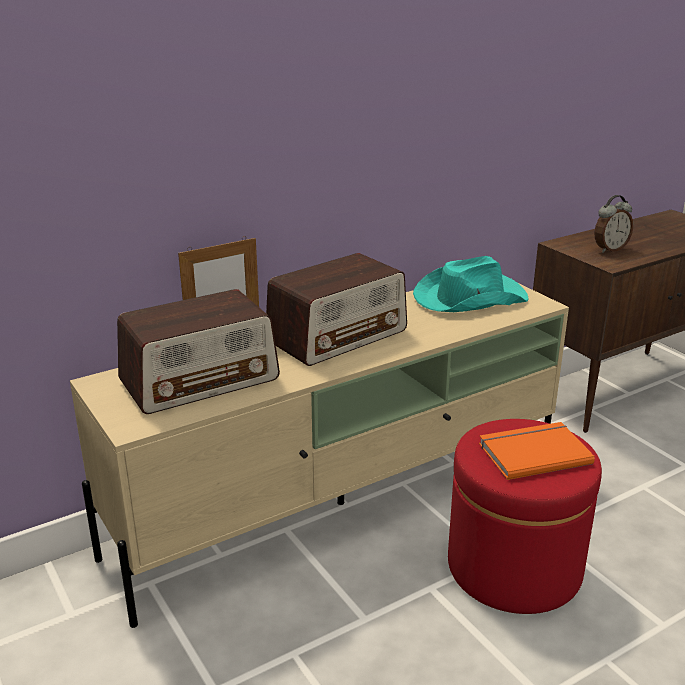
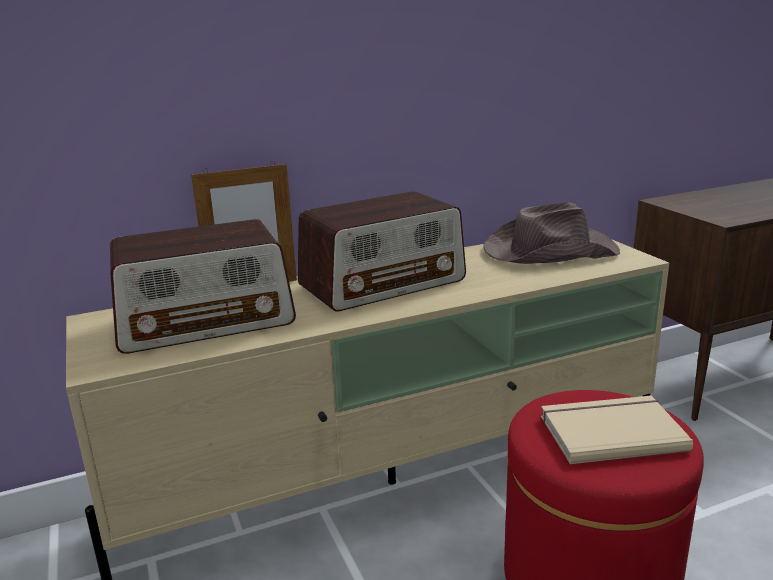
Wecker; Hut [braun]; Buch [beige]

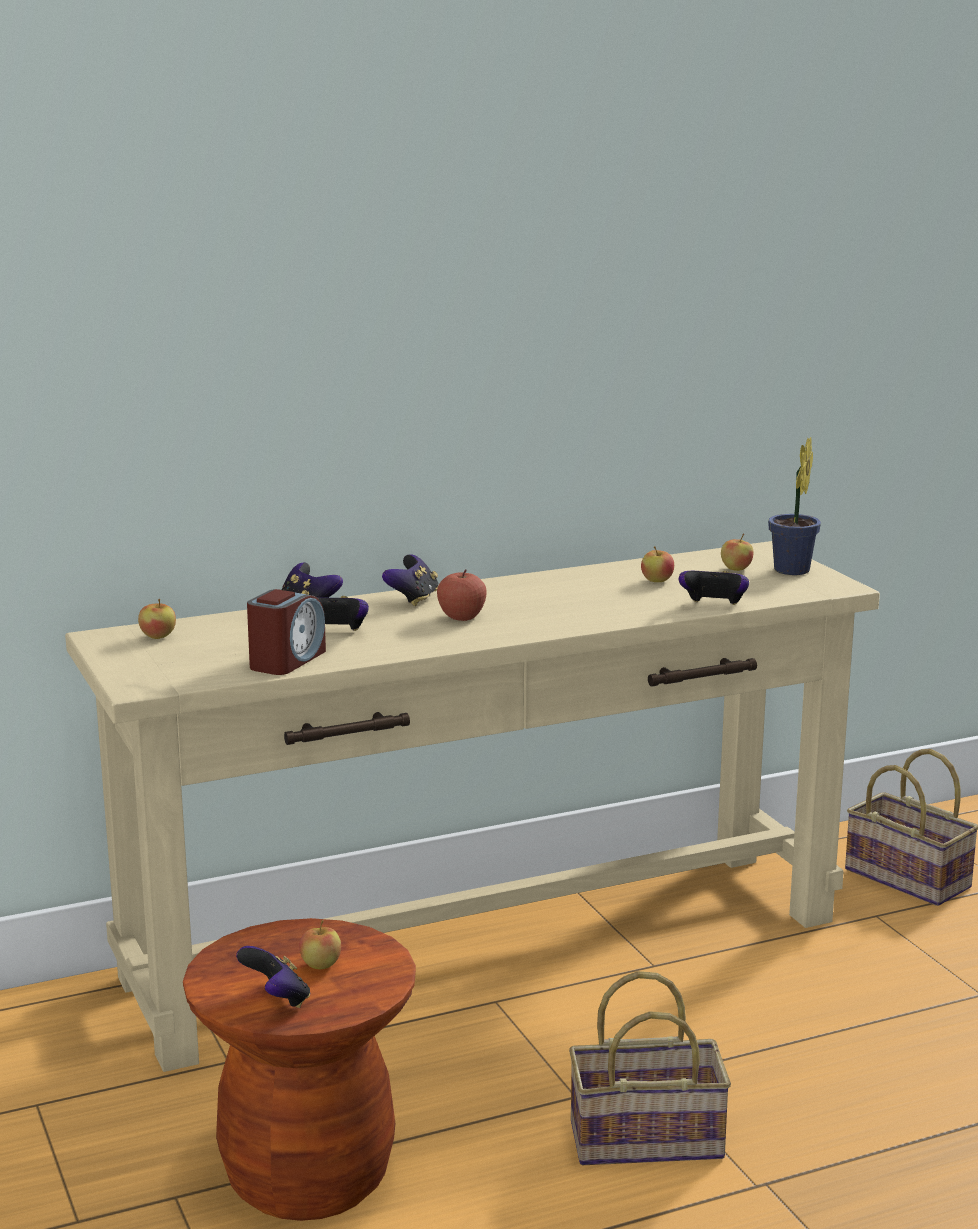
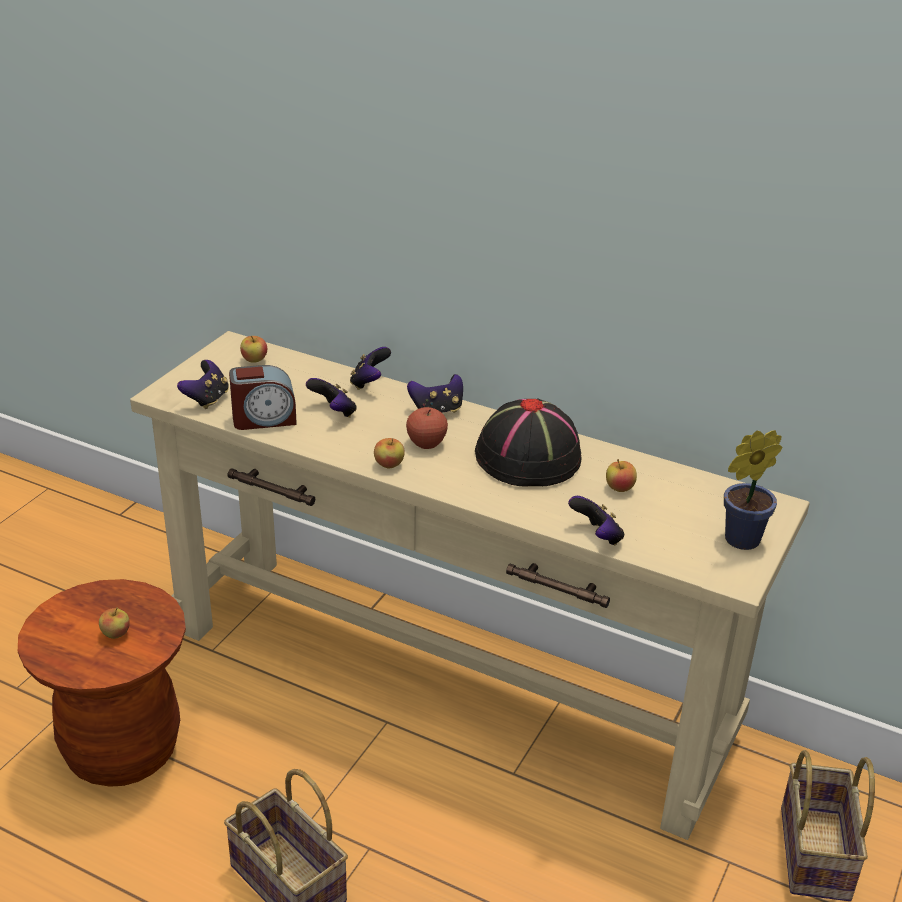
Apfel (no. 3 from left); Gamepad (no. 1 from left); Hut [schwarz]

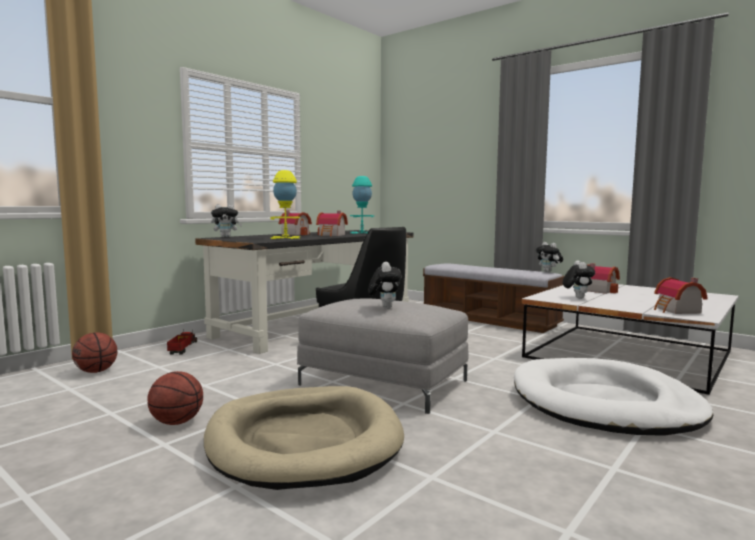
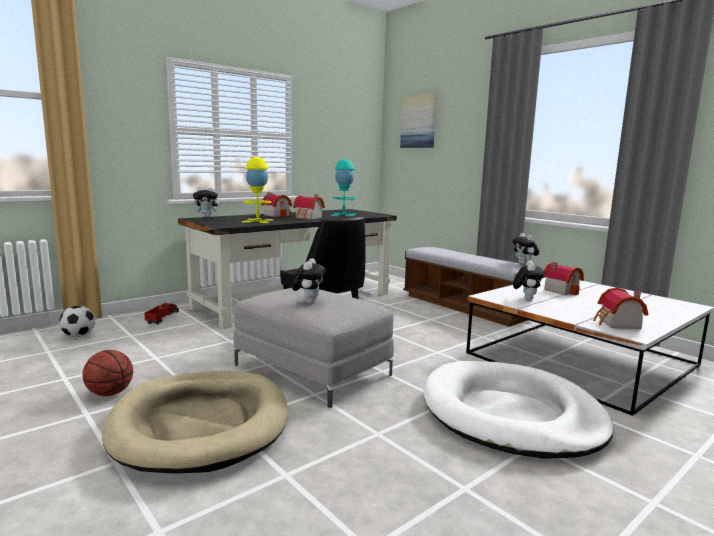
Fußball; Bild

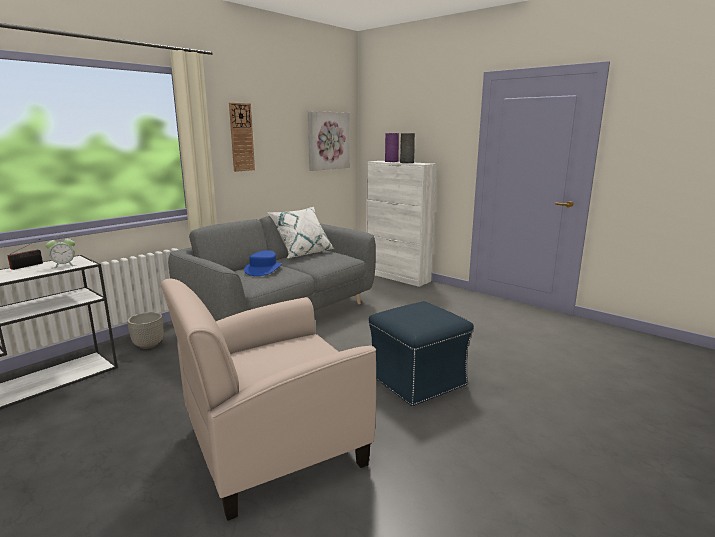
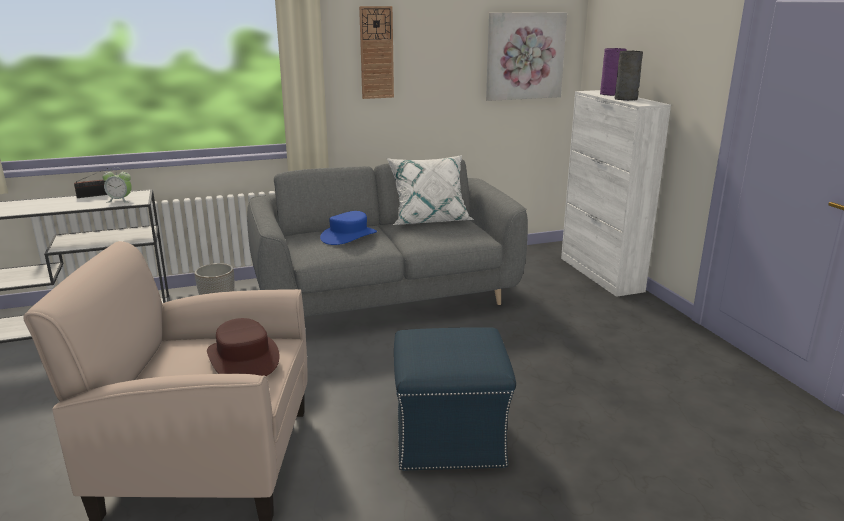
Hut [braun]

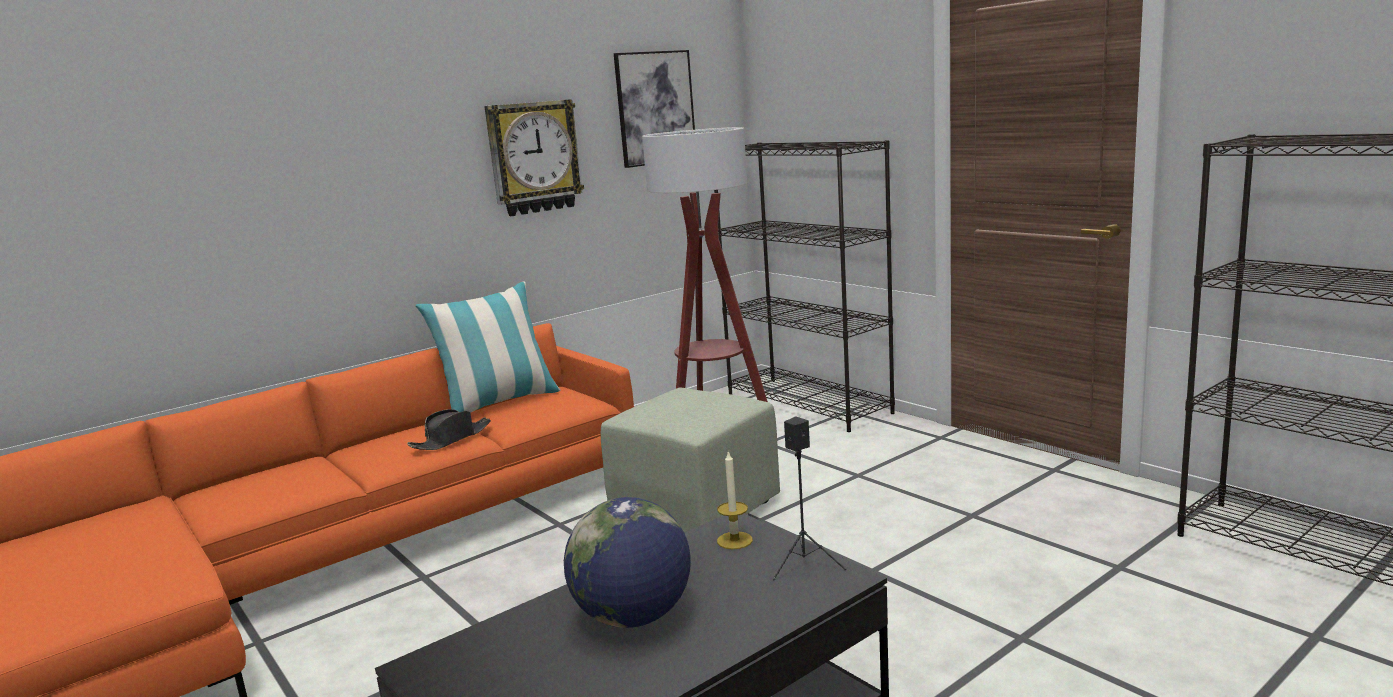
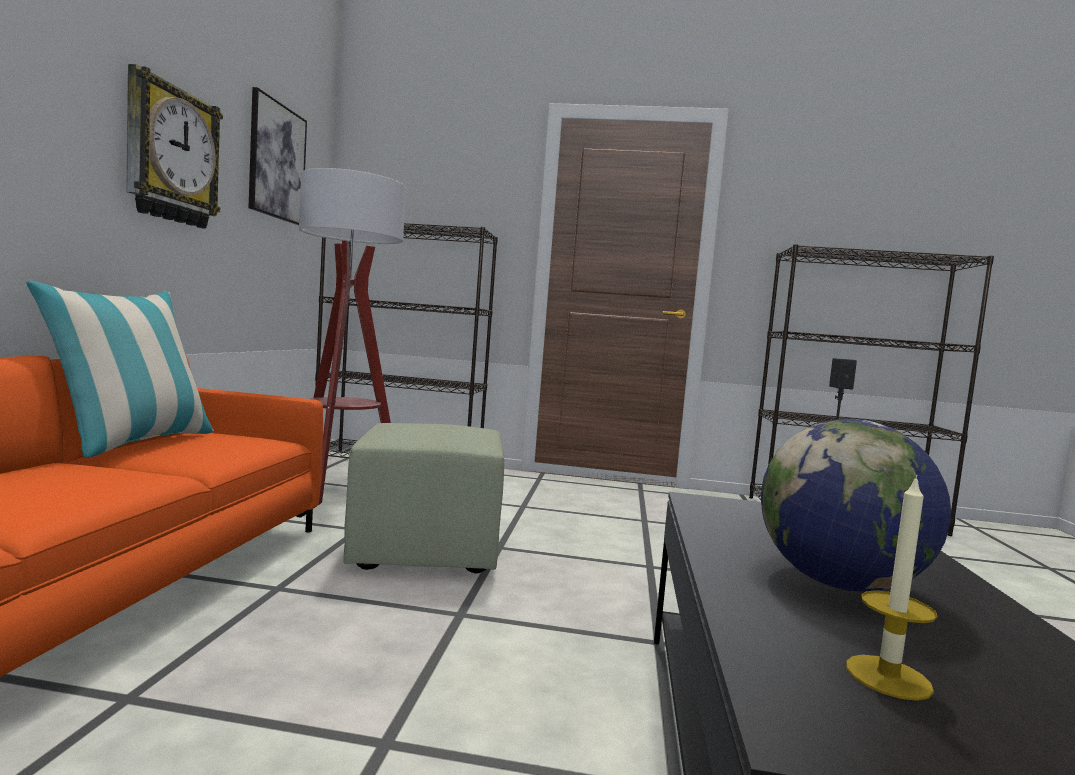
Hut [schwarz]; Kerze

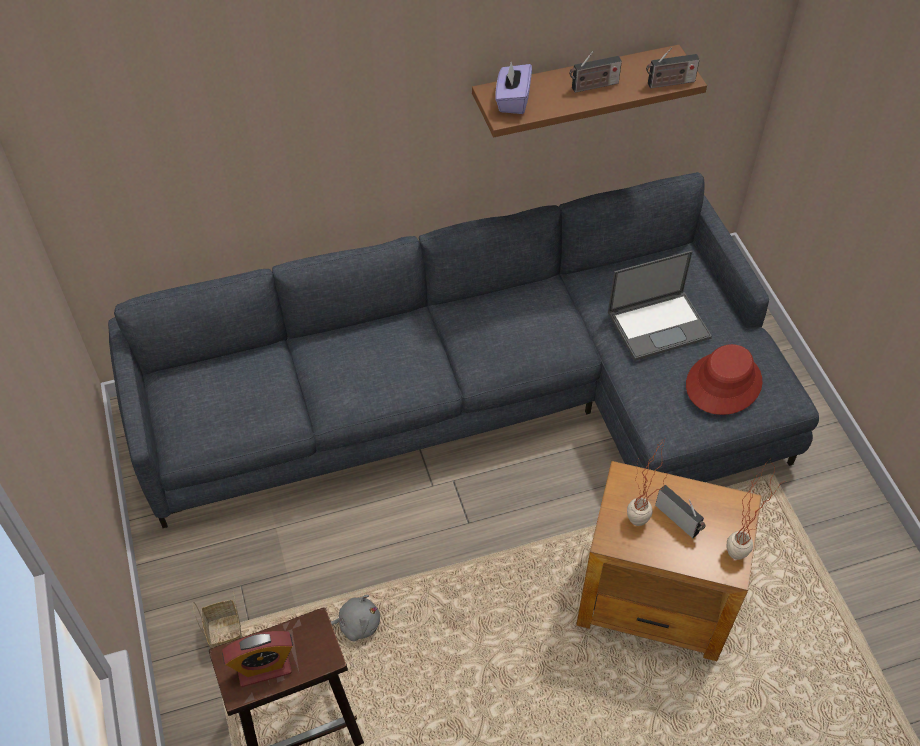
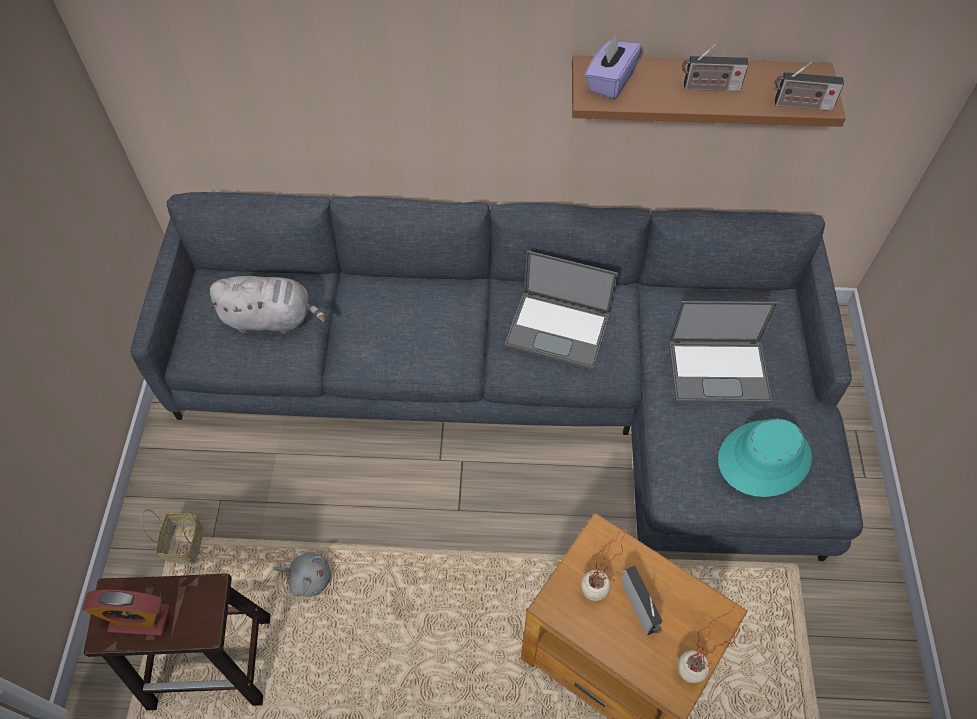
Hut [türkis]; Laptop (no. 1 from left); Plüschtier [grau] (no. 1 from left)

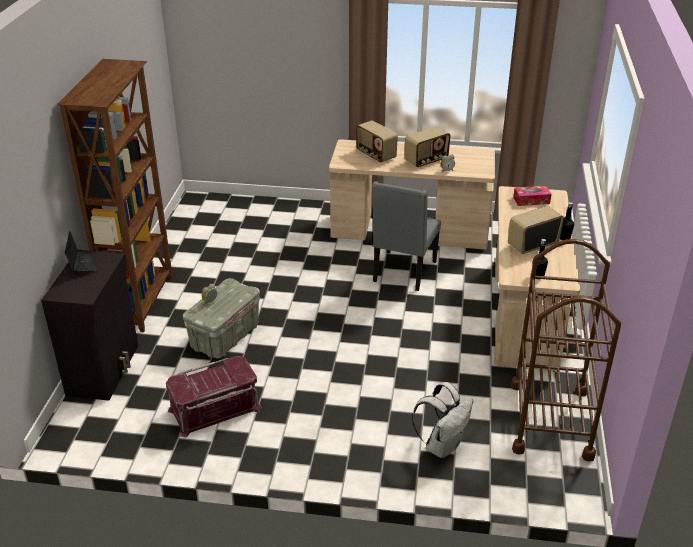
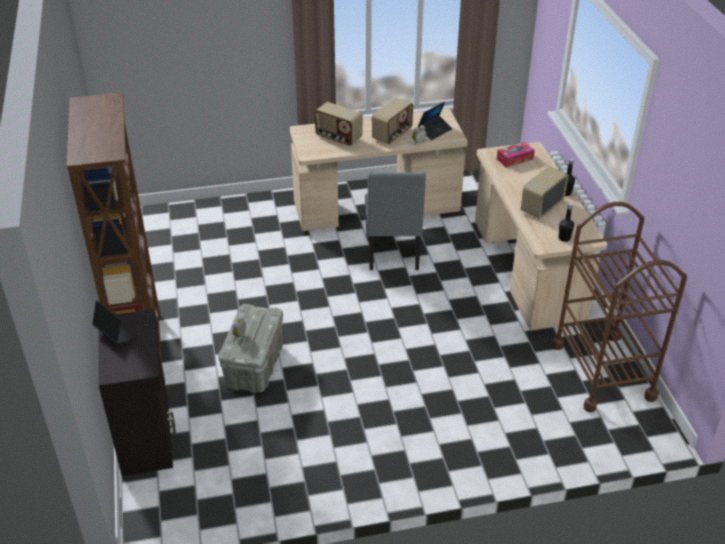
Aufbewahrungsbox [rot]; Rucksack [weiß]; Laptop (no. 2 from left)

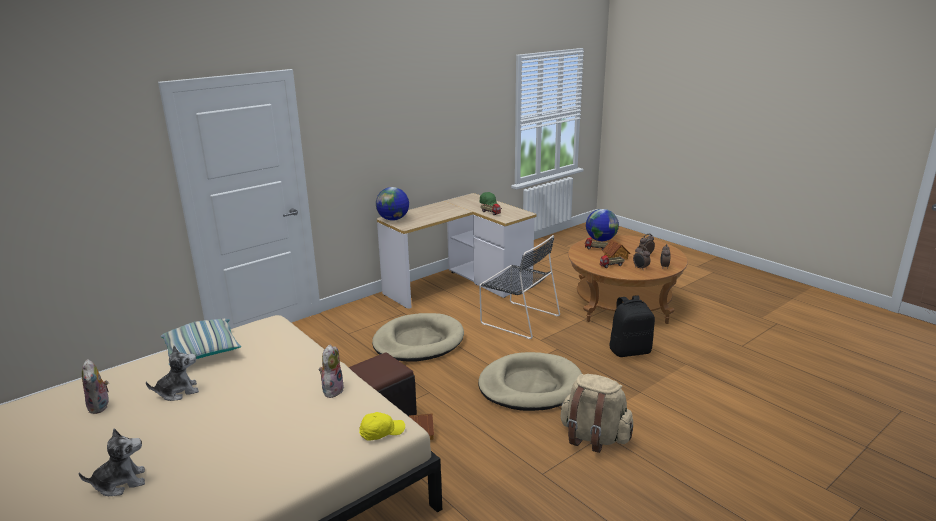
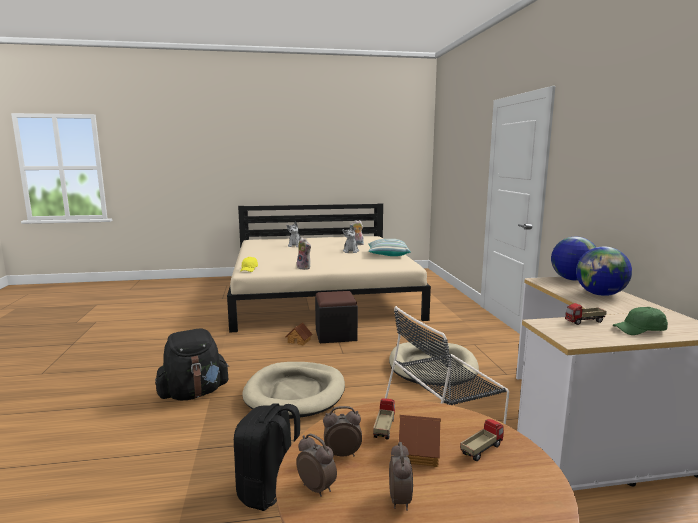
Globus (no. 2 from left); Rucksack [schwarz] (no. 1 from left)

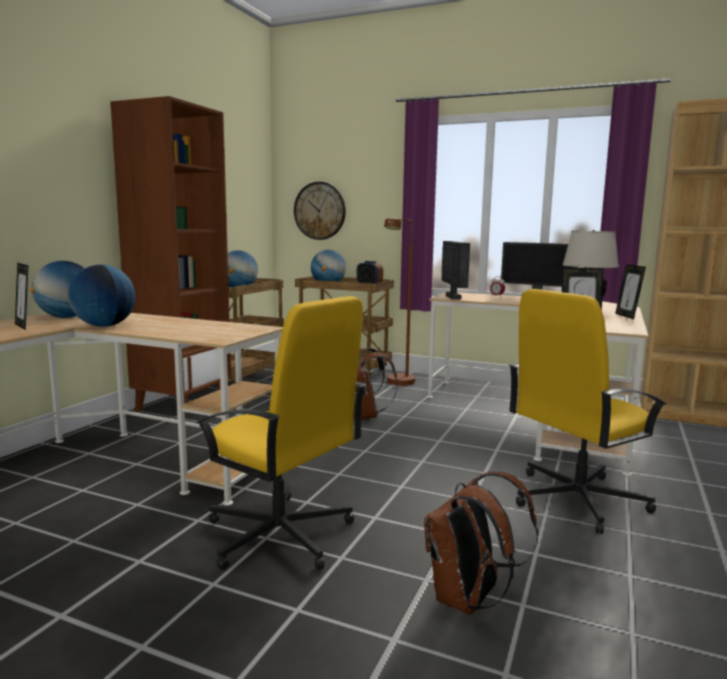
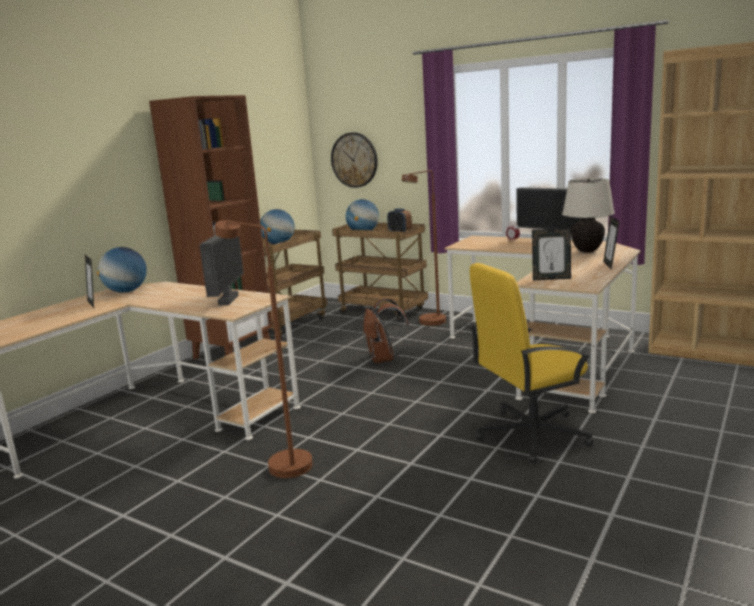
Monitor (no. 1 from left); Globus (no. 2 from left in the first image); Stehlampe [braun] (no. 1 from left); Rucksack [braun] (no. 2 from left in the first image)

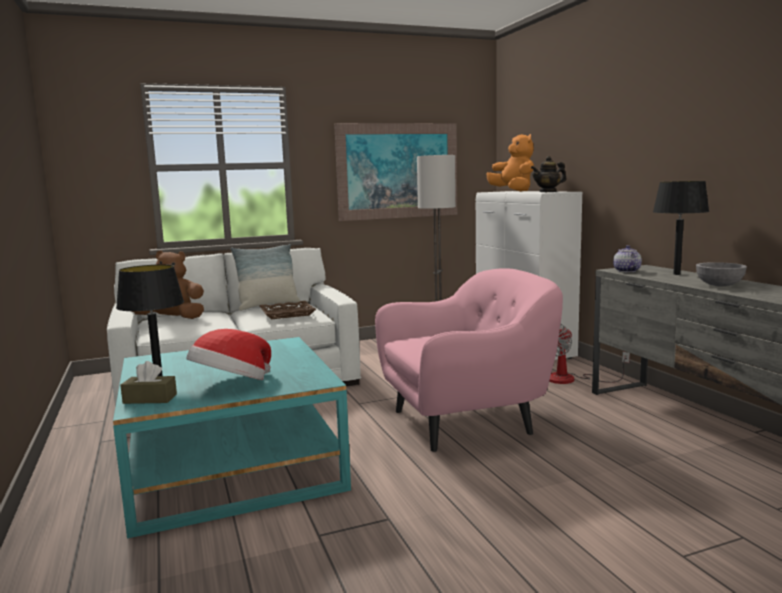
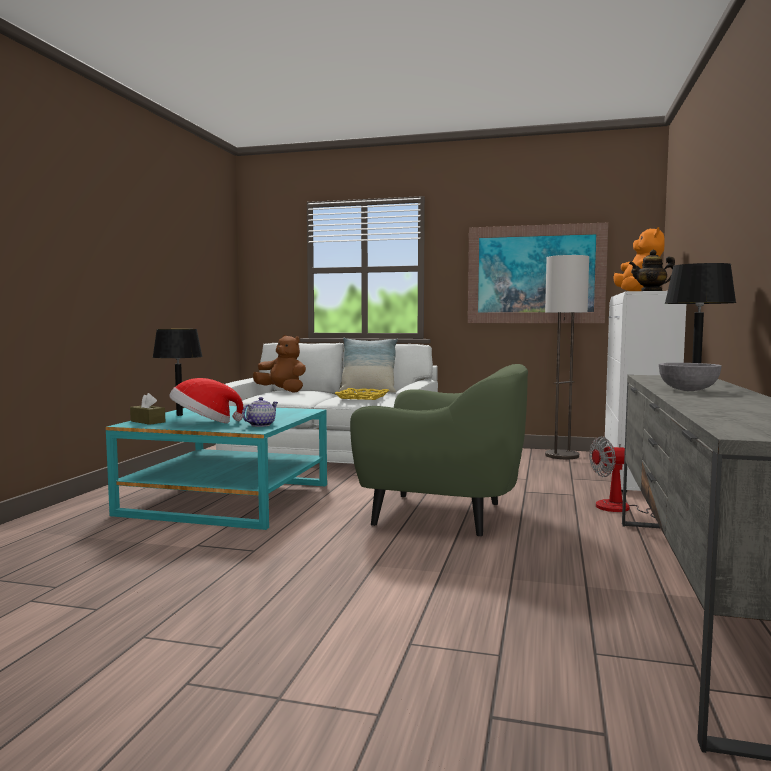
Teekanne (no. 1 from left); Sessel [grün]; Tablett [gelb]

